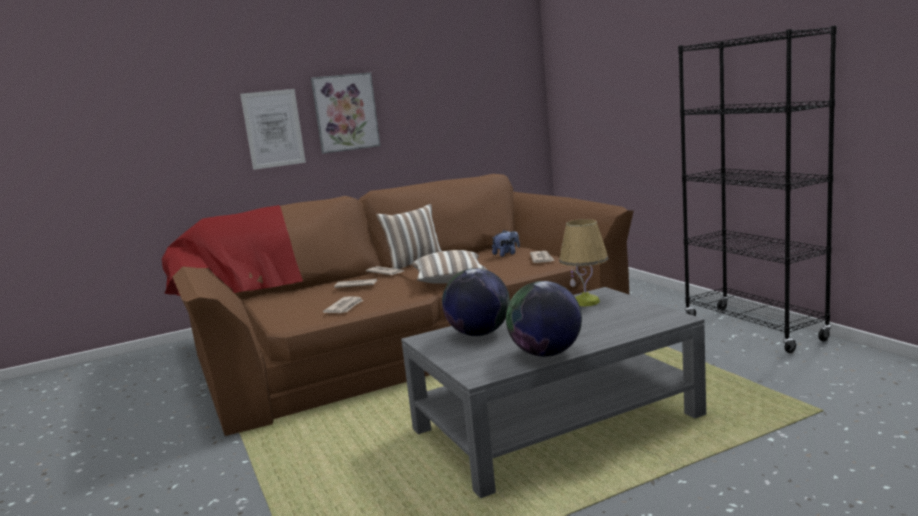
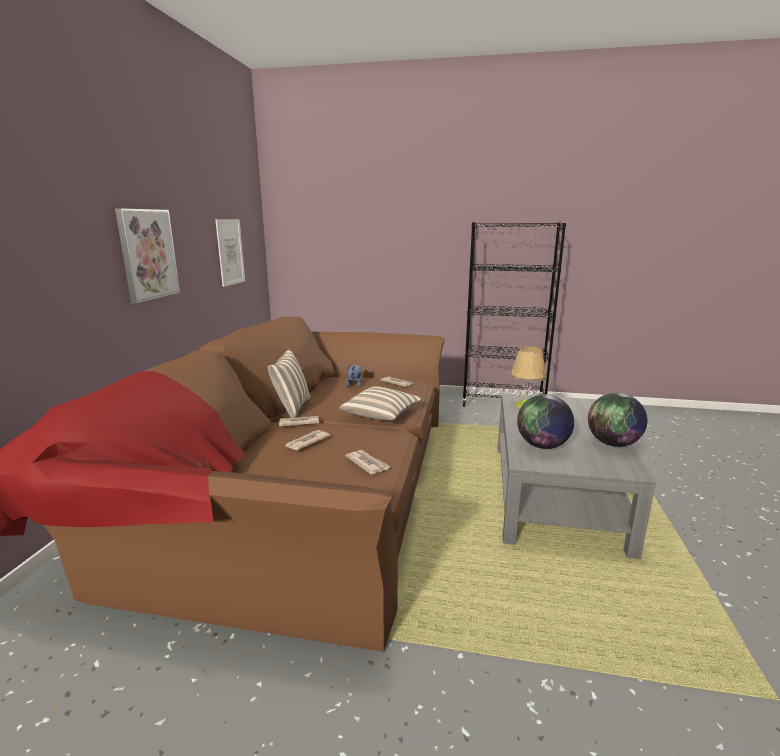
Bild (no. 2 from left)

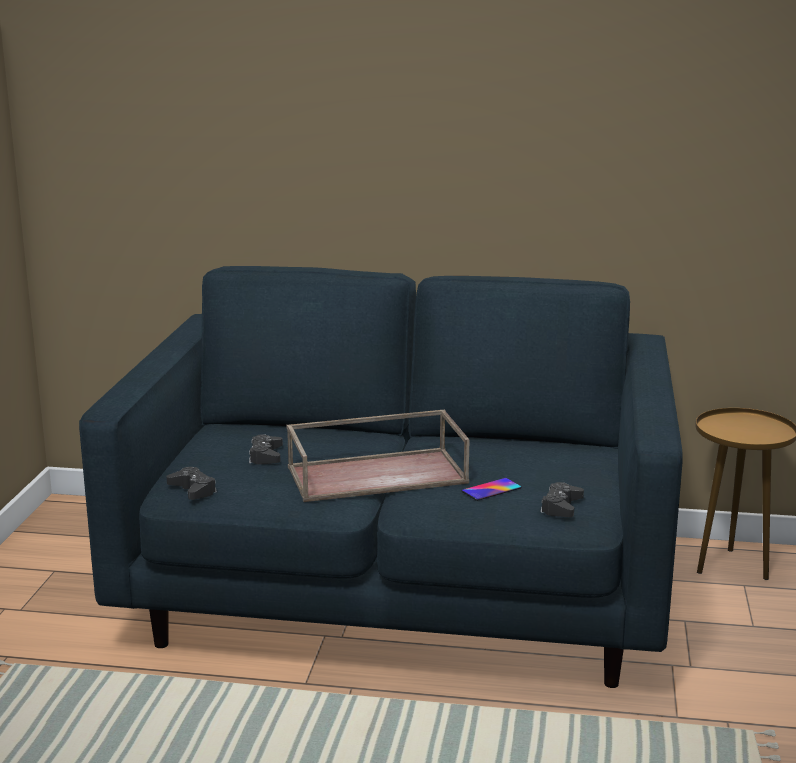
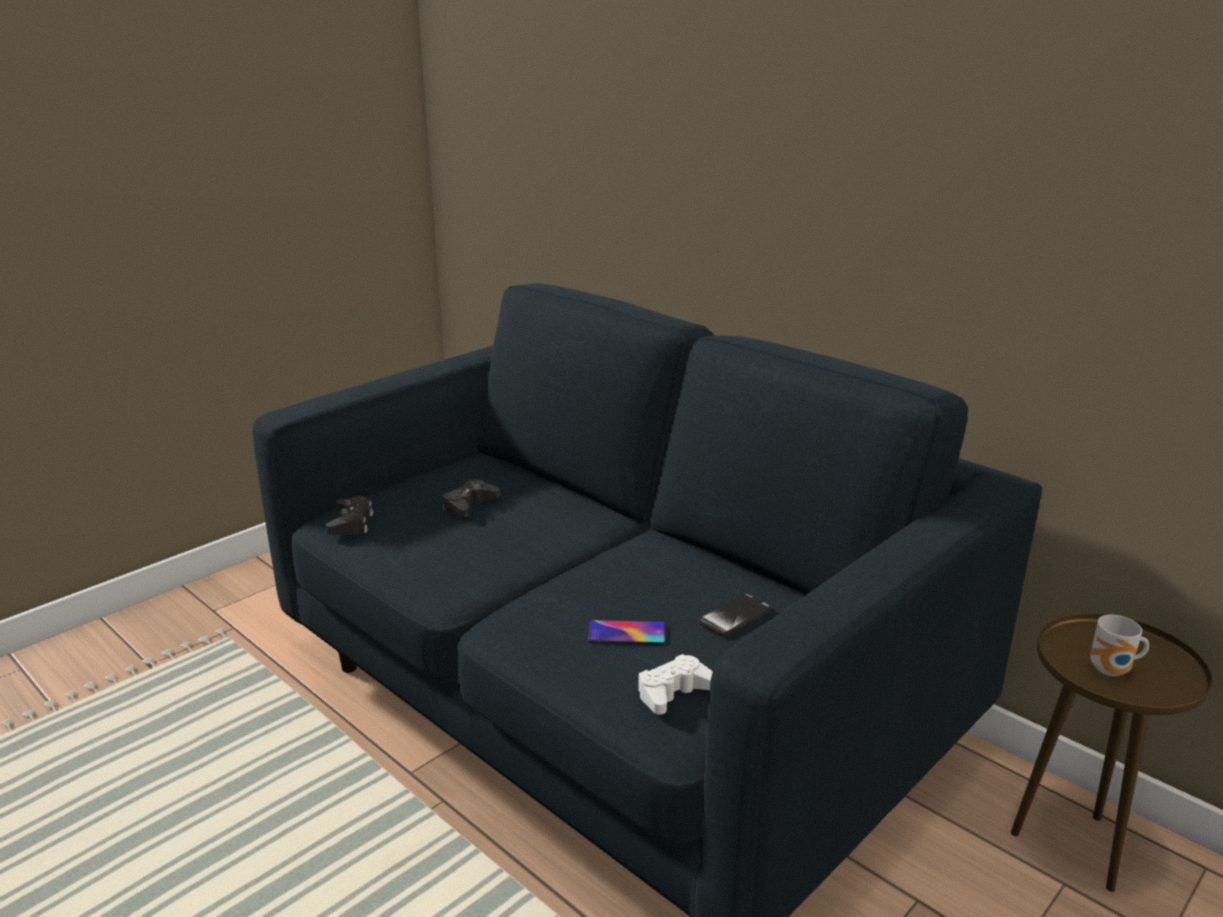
Tablett [braun]; Gamepad [weiß]; Handy (no. 2 from left); Henkelbecher

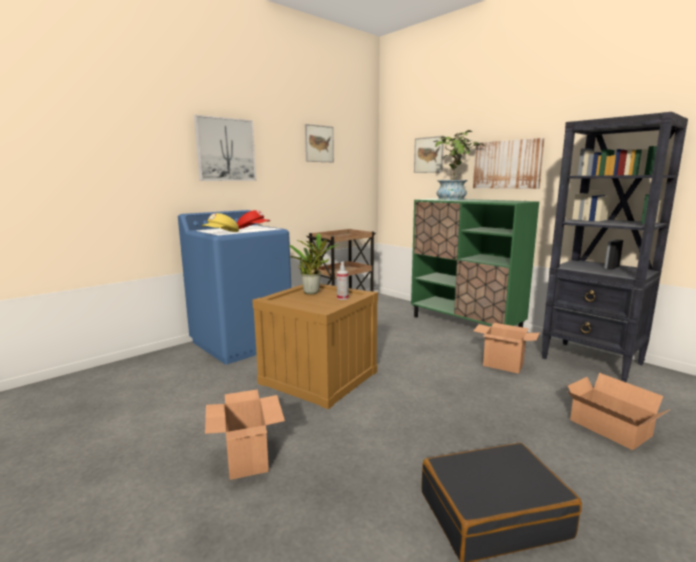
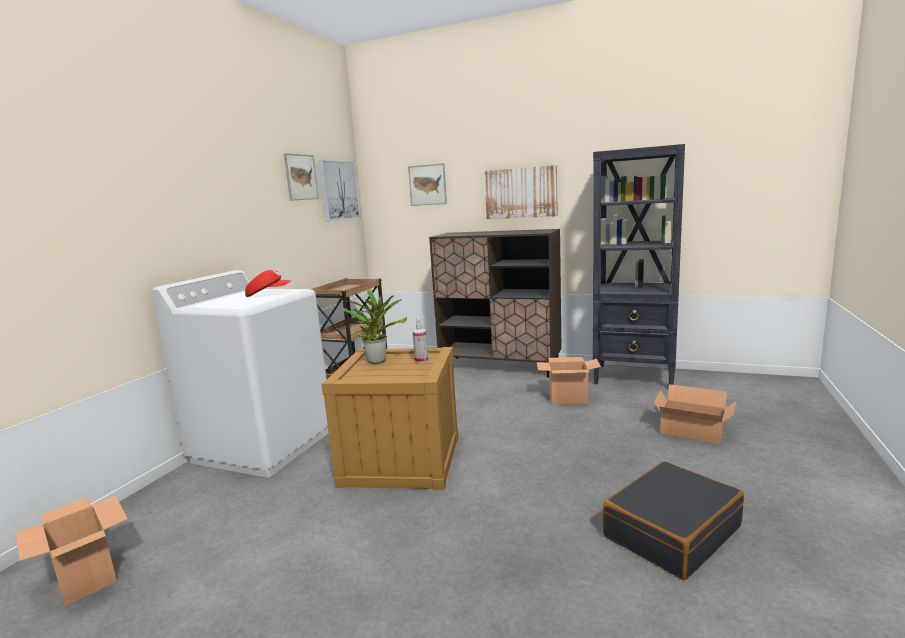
Bild (no. 2 from left); Topfpflanze (no. 2 from left in the first image); Schrank [braun]; Waschmaschine [weiß]; Kappe [gelb]; Karton (no. 1 from left)

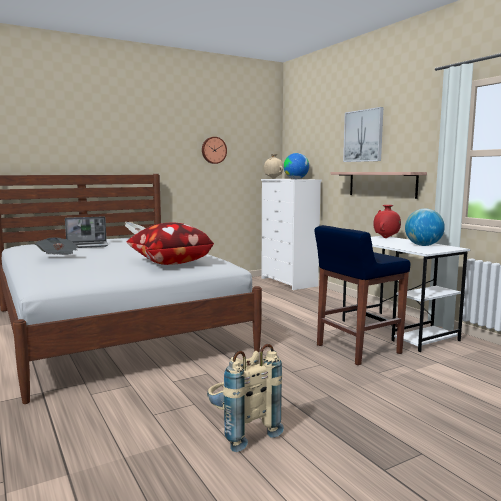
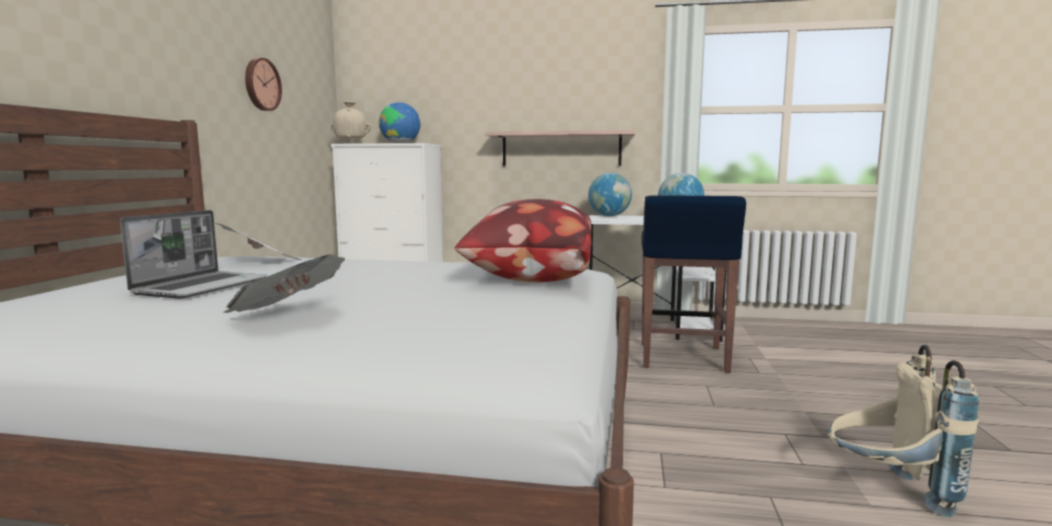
Bild; Globus (no. 2 from left)

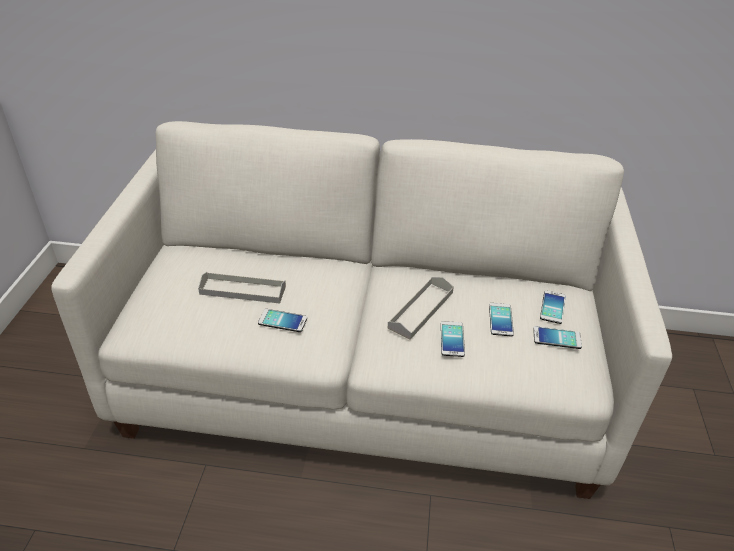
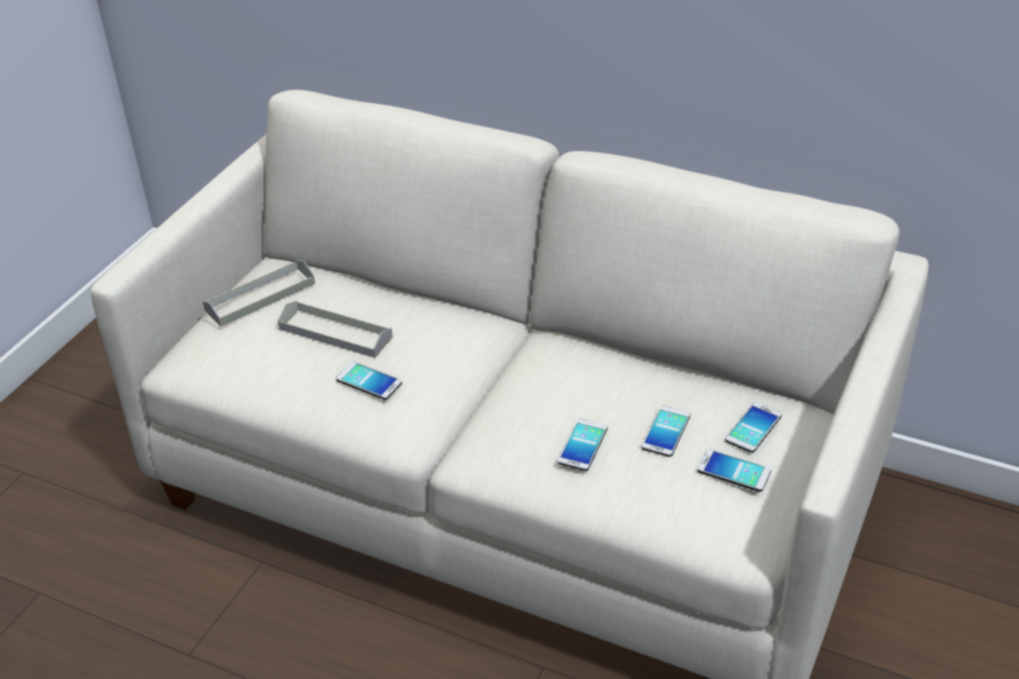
Tablett [grau] (no. 1 from left)

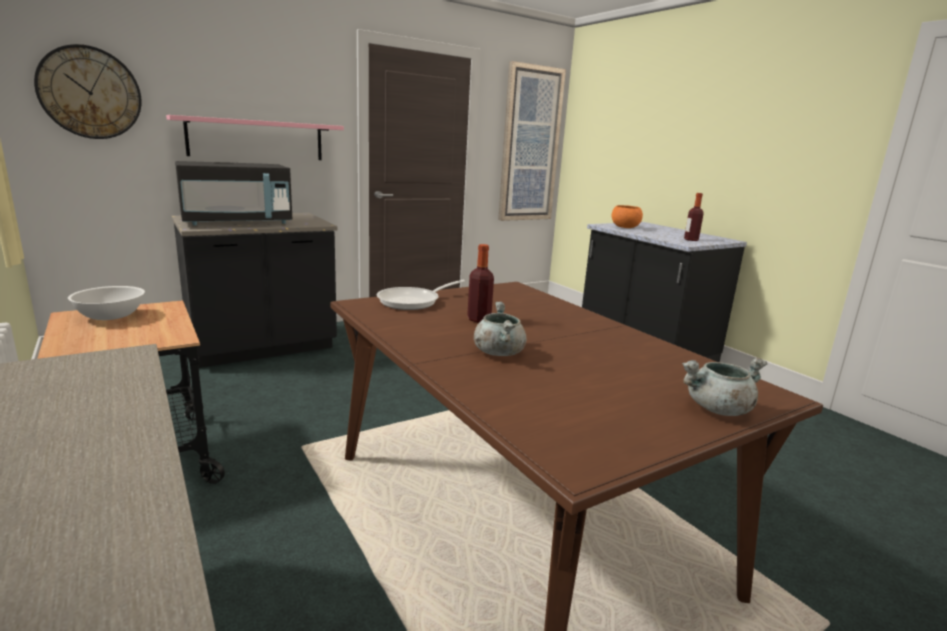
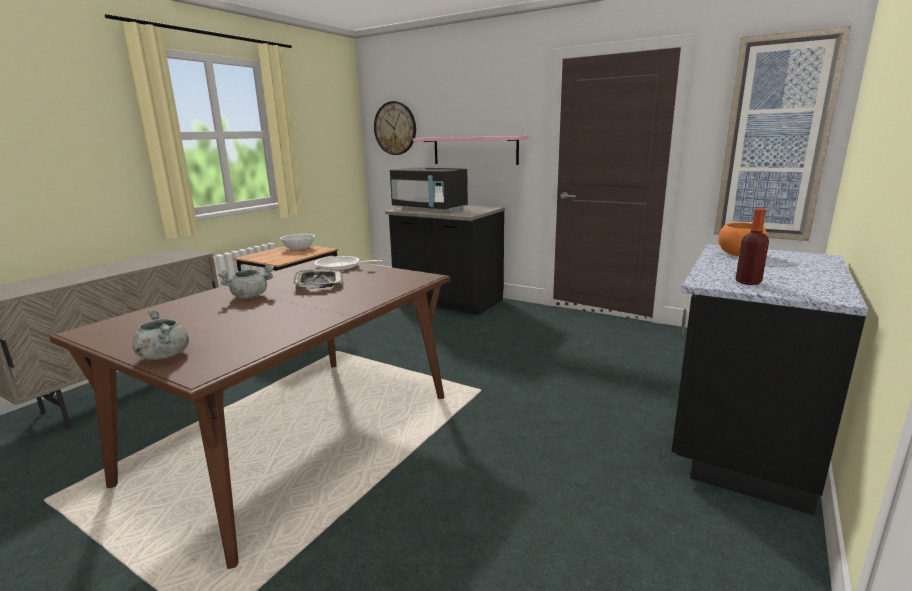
Tablett

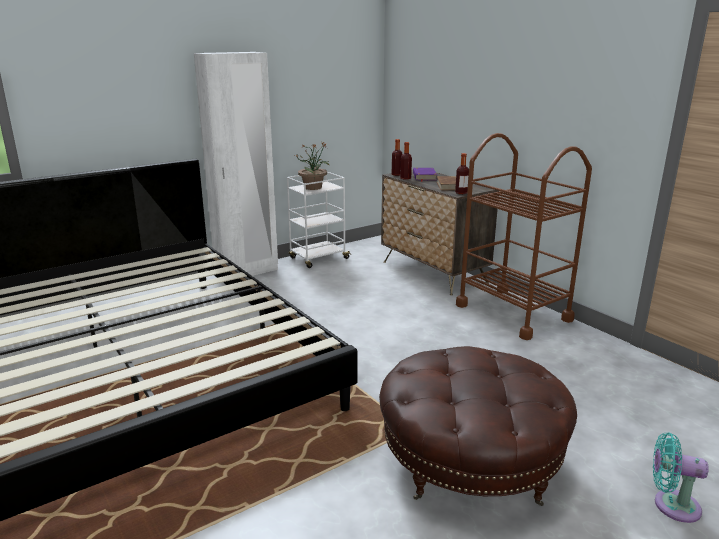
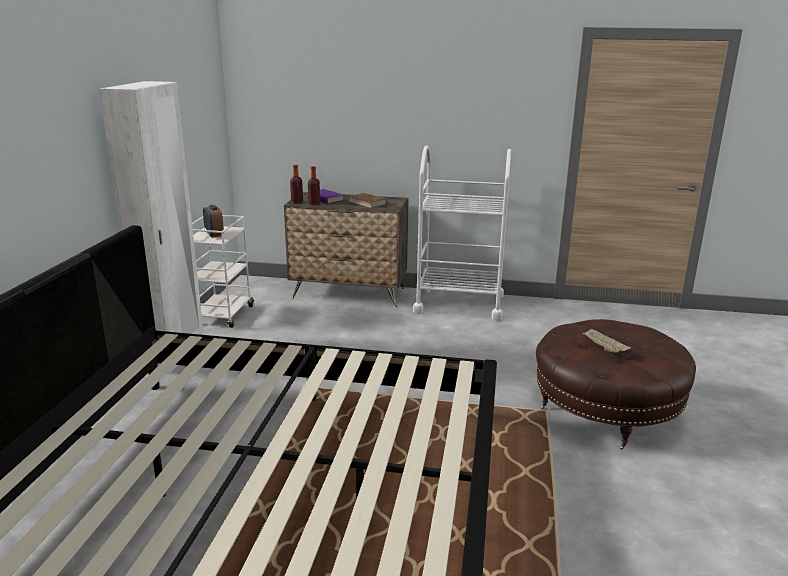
Rollwagen [weiß] (no. 2 from left); Wecker; Flasche (no. 3 from left in the first image); Ventilator [türkis]; Tablett [beige]

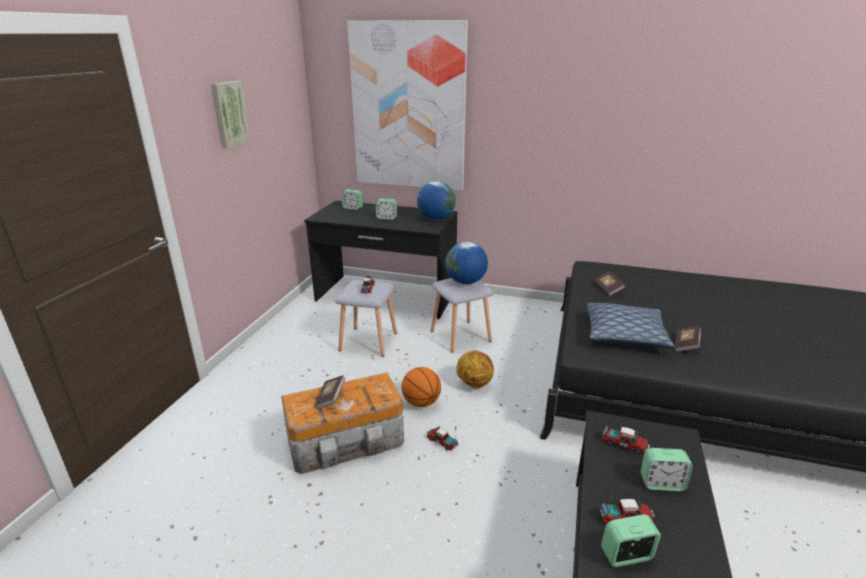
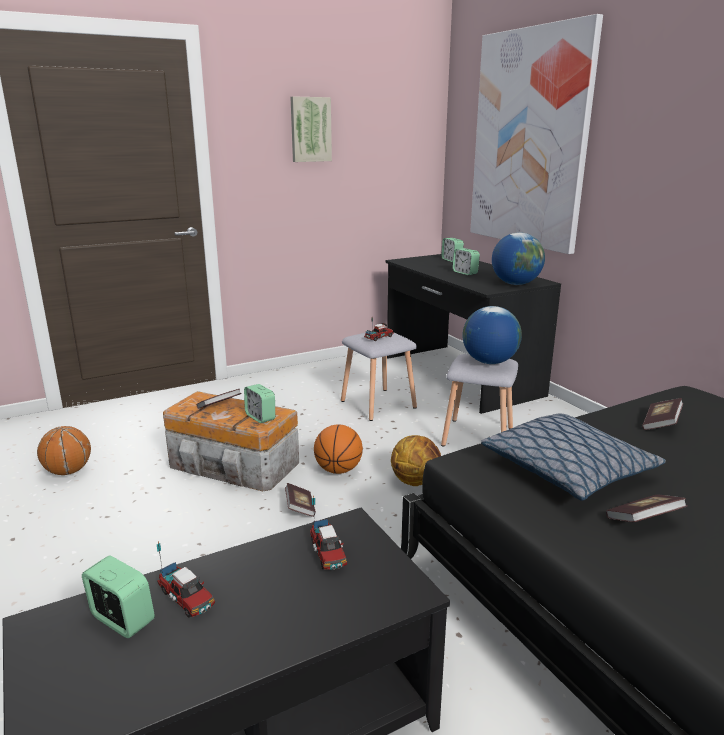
Buch (no. 2 from left); Wecker (no. 2 from left); Basketball (no. 1 from left)

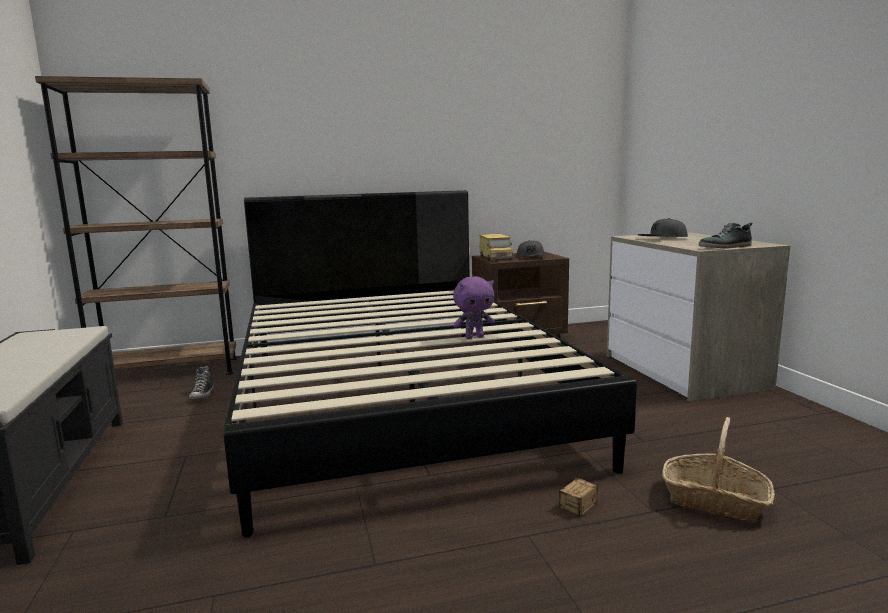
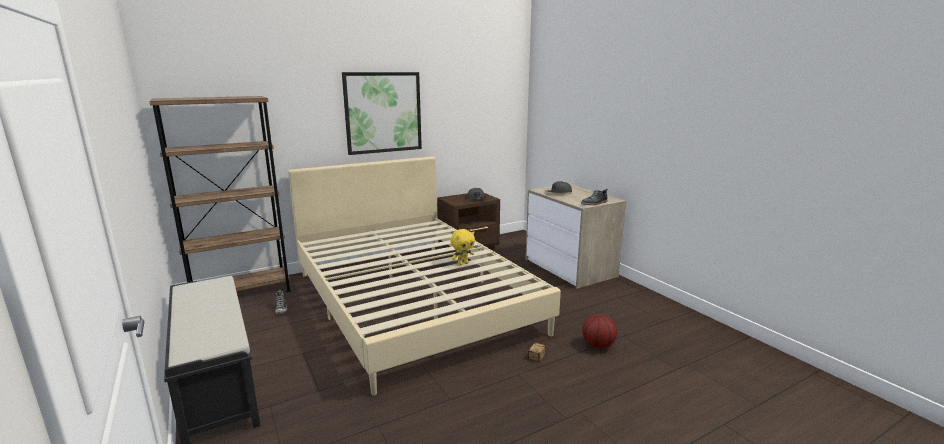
Bett [beige]; Spielzeuglaster; Plüschtier [gelb]; Basketball; Bild

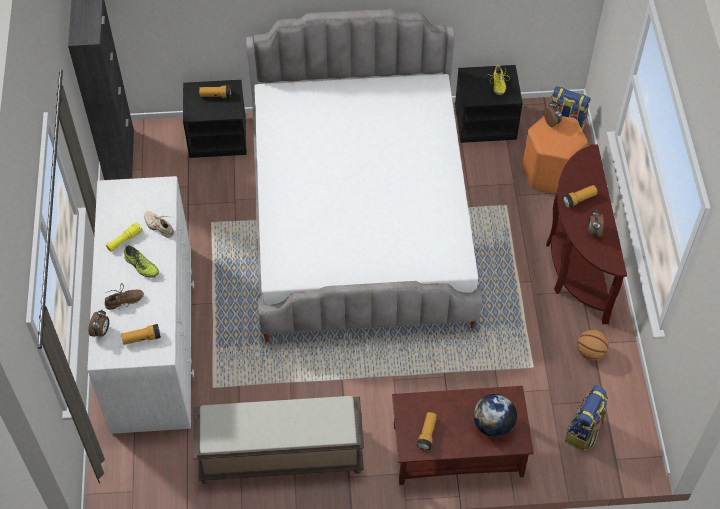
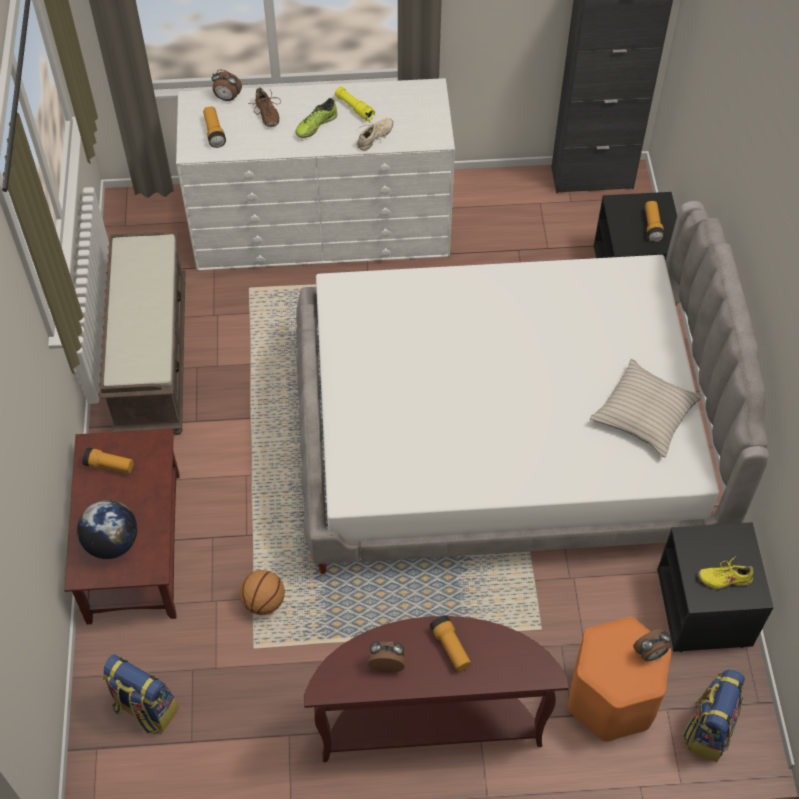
Basketball; Kissen [beige]

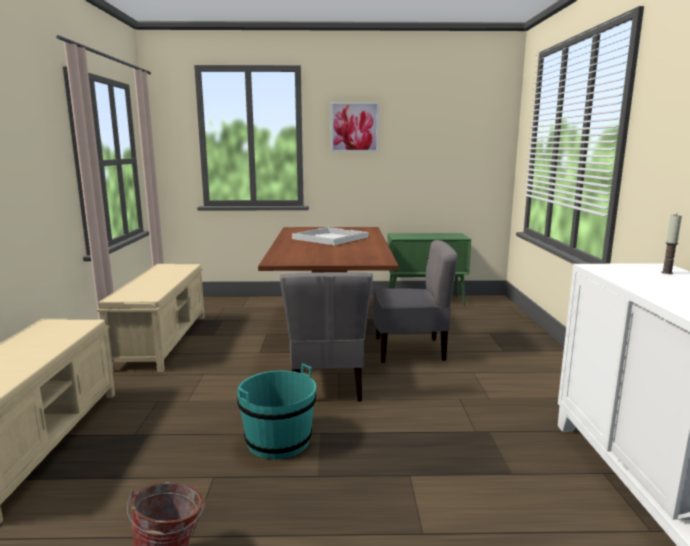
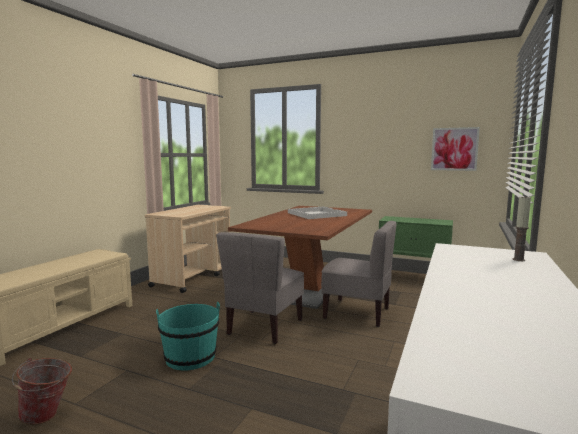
Bild; Rollwagen [beige]

